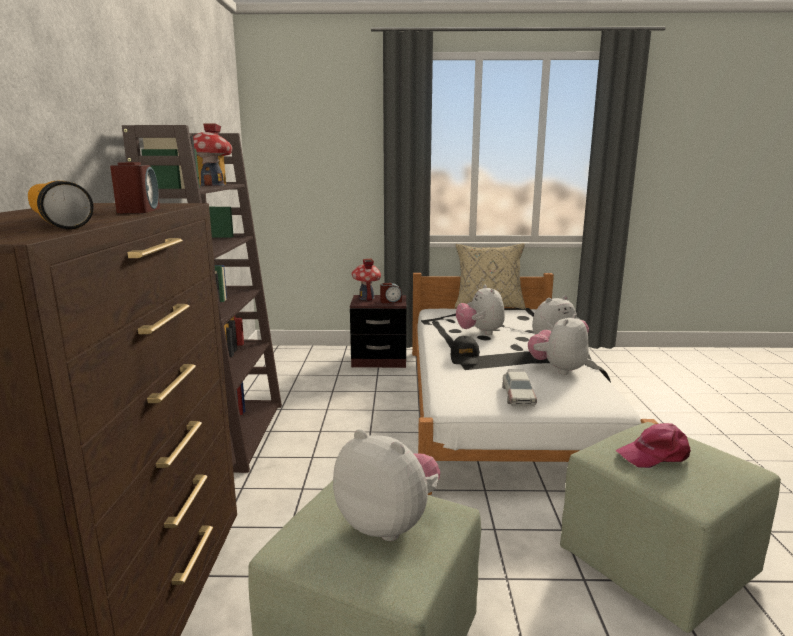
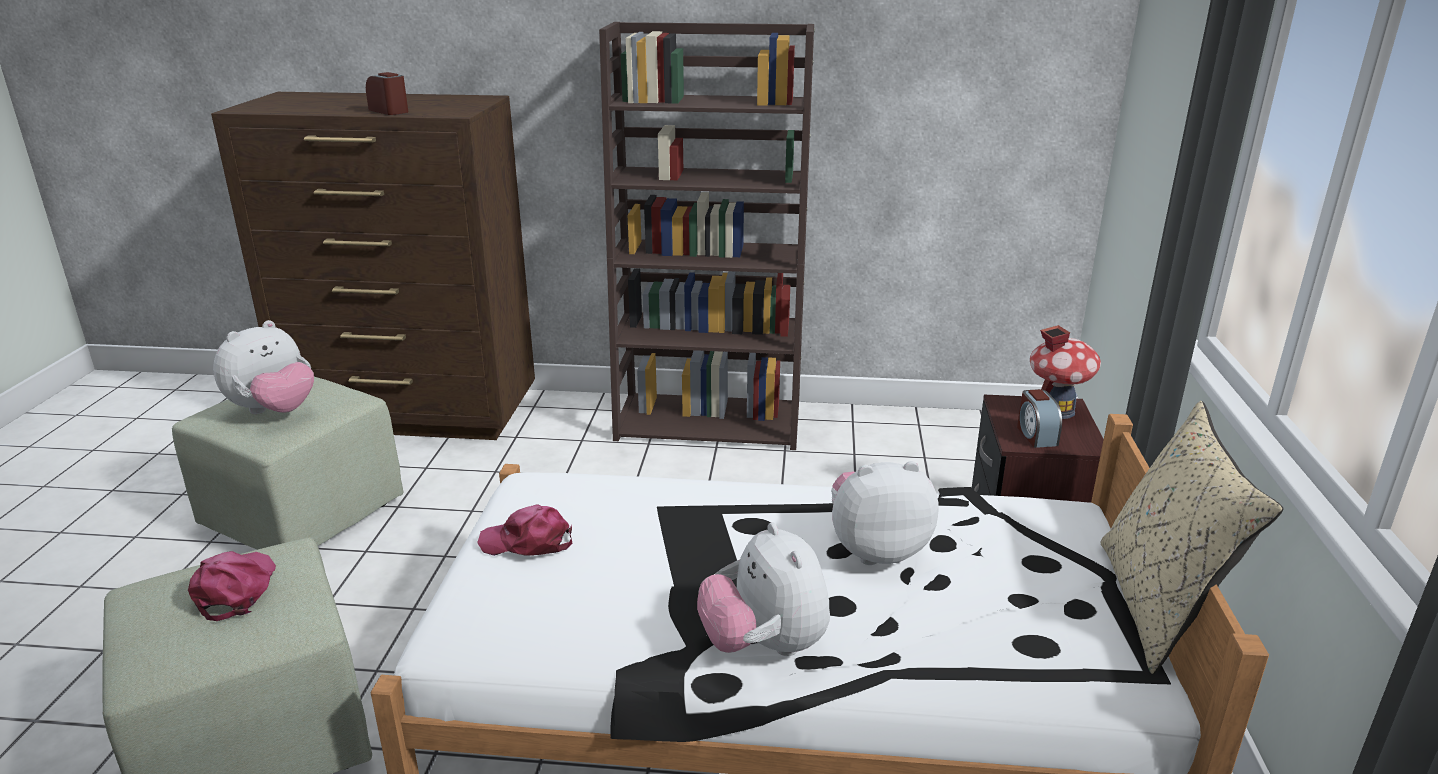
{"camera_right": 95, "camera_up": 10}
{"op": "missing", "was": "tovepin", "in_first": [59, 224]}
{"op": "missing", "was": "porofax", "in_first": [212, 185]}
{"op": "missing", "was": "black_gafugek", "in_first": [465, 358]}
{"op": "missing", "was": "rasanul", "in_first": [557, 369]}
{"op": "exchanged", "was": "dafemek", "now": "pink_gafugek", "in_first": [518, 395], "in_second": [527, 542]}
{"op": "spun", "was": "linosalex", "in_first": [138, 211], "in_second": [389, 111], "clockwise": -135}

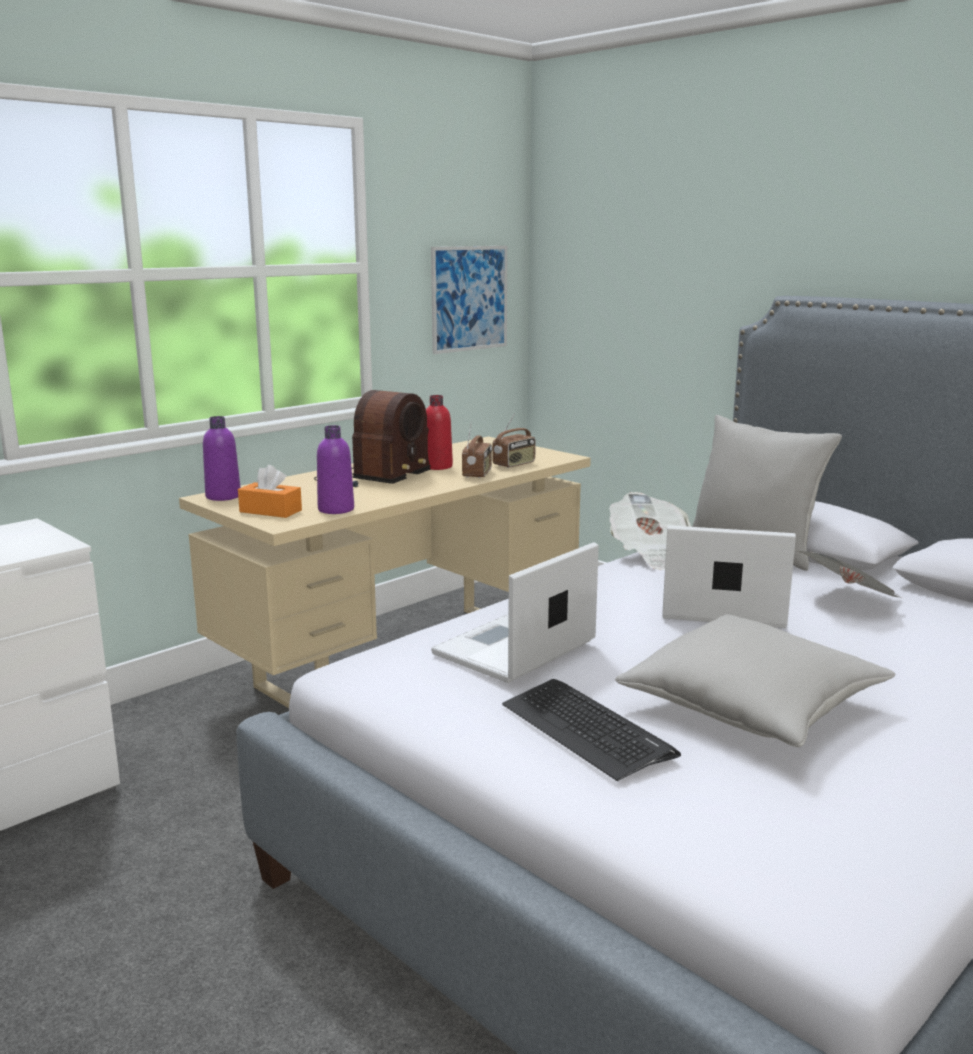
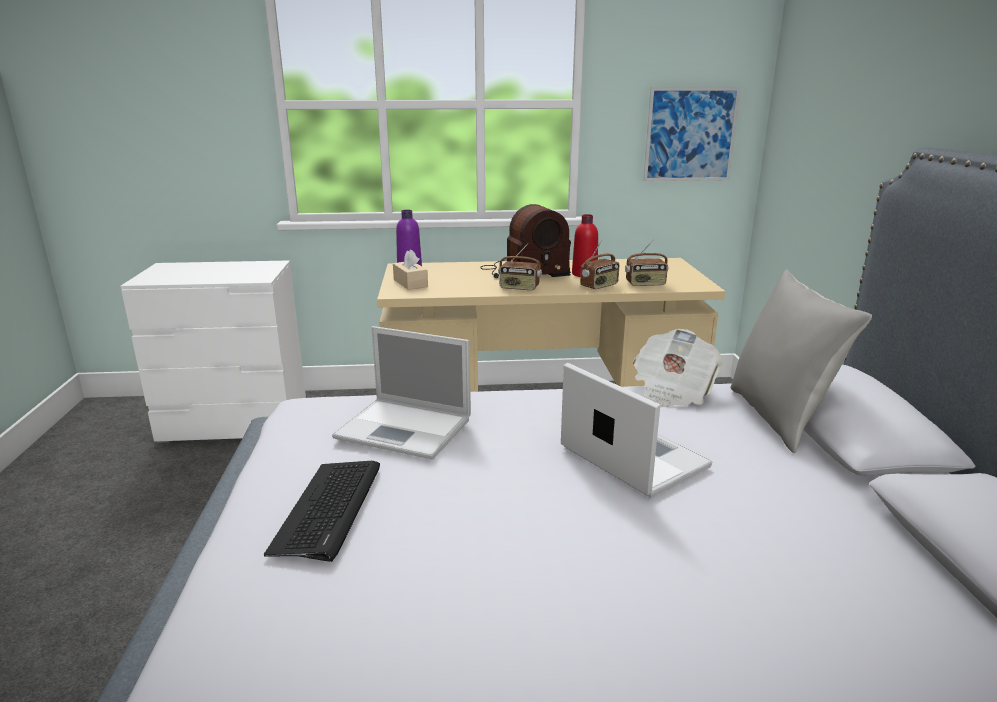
{"camera_right": 40, "camera_up": 5}
{"op": "missing", "was": "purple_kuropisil", "in_first": [336, 509]}
{"op": "missing", "was": "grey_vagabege", "in_first": [752, 708]}
{"op": "missing", "was": "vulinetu", "in_first": [850, 601]}
{"op": "appeared", "now": "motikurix", "in_second": [519, 288]}
{"op": "colour", "was": "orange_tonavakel", "now": "beige_tonavakel", "in_first": [270, 511], "in_second": [410, 283]}
{"op": "spun", "was": "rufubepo", "in_first": [513, 649], "in_second": [406, 428], "clockwise": -150}

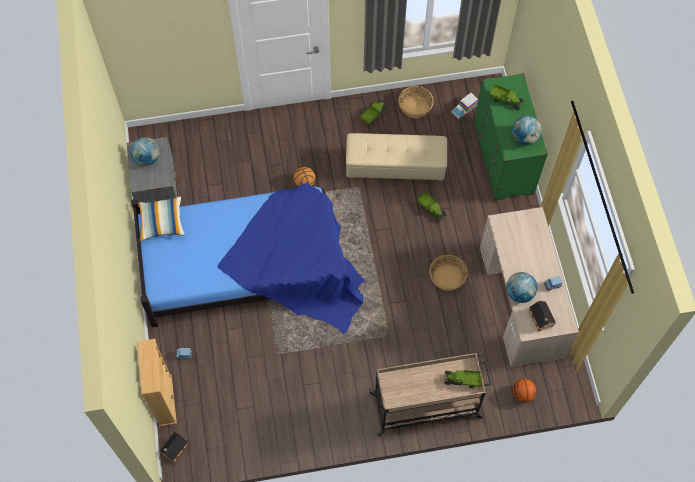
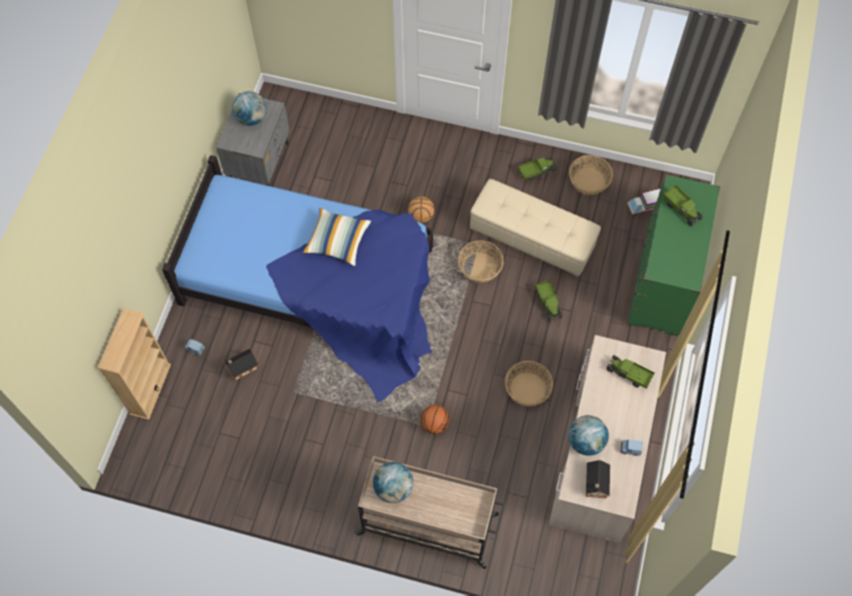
{"camera_right": 25, "camera_up": 0}
{"op": "appeared", "now": "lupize", "in_second": [479, 267]}
{"op": "relocated", "was": "vagabege", "in_first": [161, 222], "in_second": [337, 241]}
{"op": "relocated", "was": "porofax", "in_first": [174, 450], "in_second": [241, 368]}
{"op": "relocated", "was": "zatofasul", "in_first": [462, 380], "in_second": [628, 374]}
{"op": "relocated", "was": "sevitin", "in_first": [524, 138], "in_second": [393, 488]}
{"op": "relocated", "was": "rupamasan", "in_first": [523, 394], "in_second": [434, 424]}

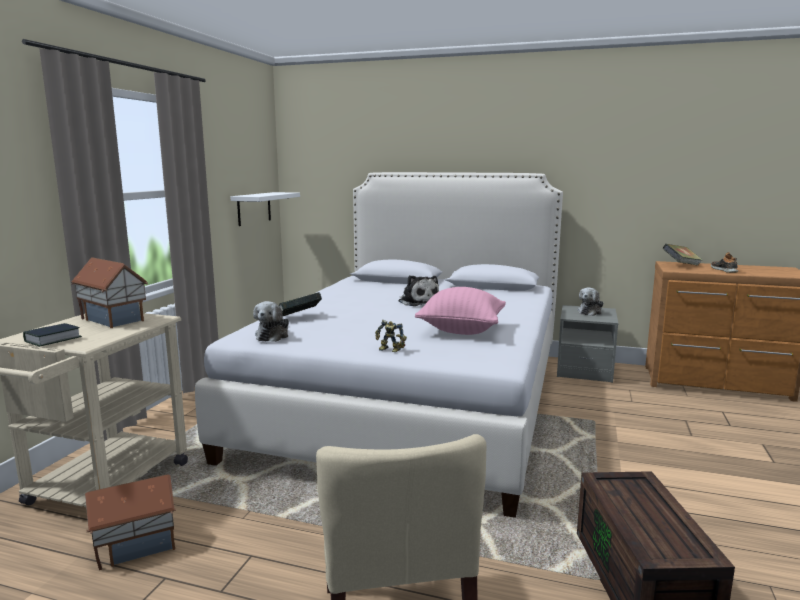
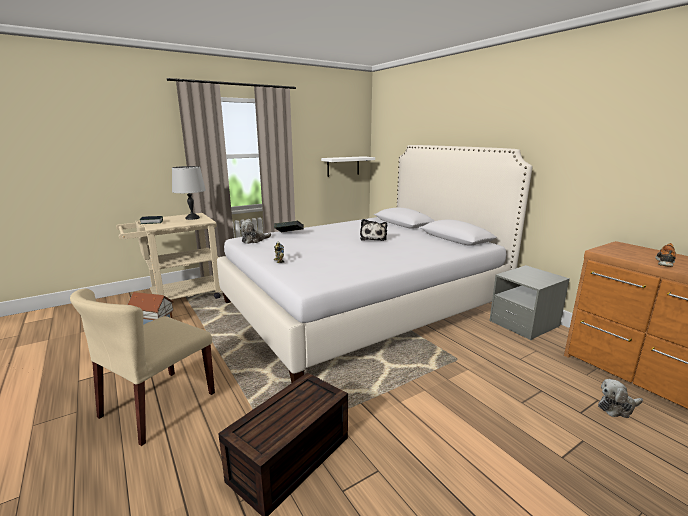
{"camera_right": 40, "camera_up": 5}
{"op": "missing", "was": "pink_vagabege", "in_first": [461, 330]}
{"op": "missing", "was": "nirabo", "in_first": [681, 265]}
{"op": "relocated", "was": "rasanul", "in_first": [590, 312], "in_second": [617, 408]}
{"op": "exchanged", "was": "porofax", "now": "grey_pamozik", "in_first": [114, 319], "in_second": [192, 218]}

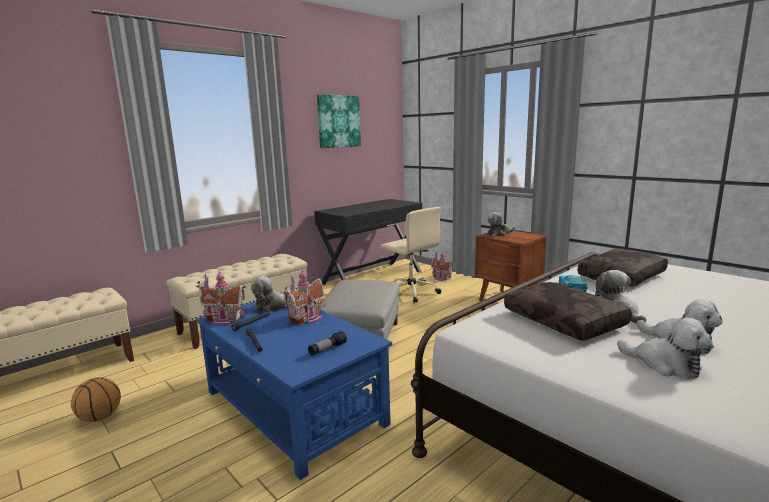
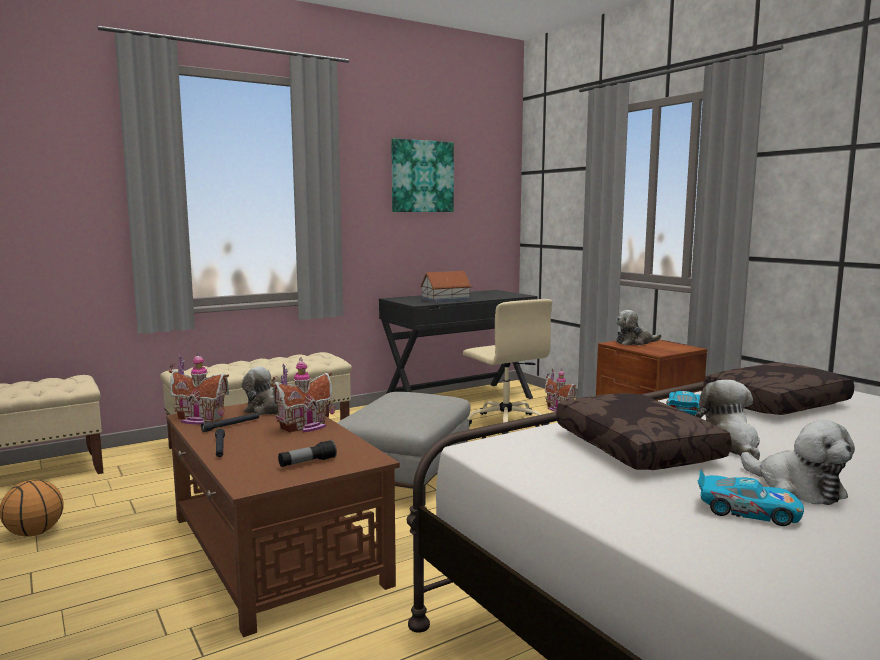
{"camera_right": 10, "camera_up": -5}
{"op": "appeared", "now": "porofax", "in_second": [445, 299]}
{"op": "exchanged", "was": "rasanul", "now": "dafemek", "in_first": [665, 364], "in_second": [748, 511]}
{"op": "colour", "was": "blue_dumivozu", "now": "brown_dumivozu", "in_first": [293, 408], "in_second": [275, 550]}

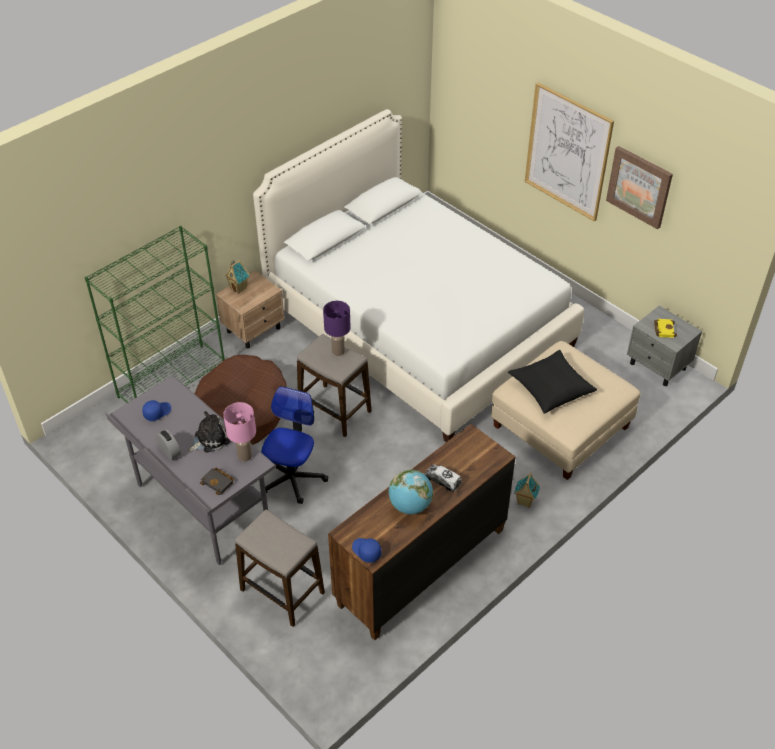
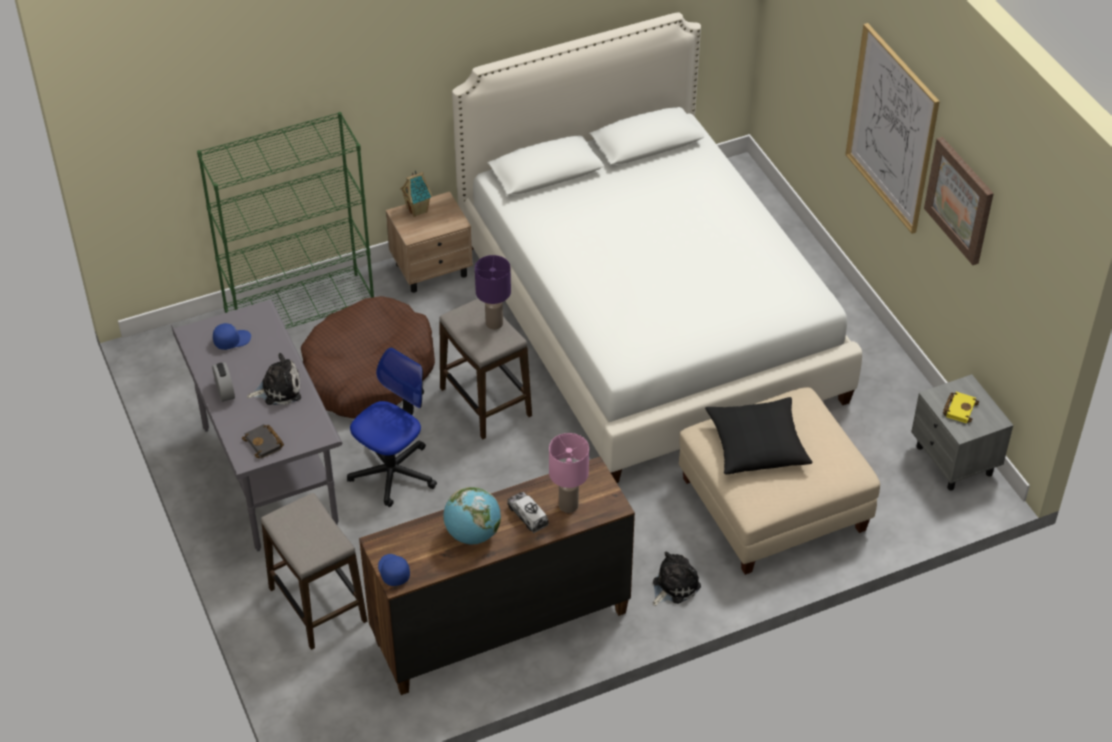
{"camera_right": 20, "camera_up": 0}
{"op": "relocated", "was": "pink_pamozik", "in_first": [244, 456], "in_second": [567, 505]}
{"op": "exchanged", "was": "porofax", "now": "rasanul", "in_first": [524, 502], "in_second": [673, 586]}

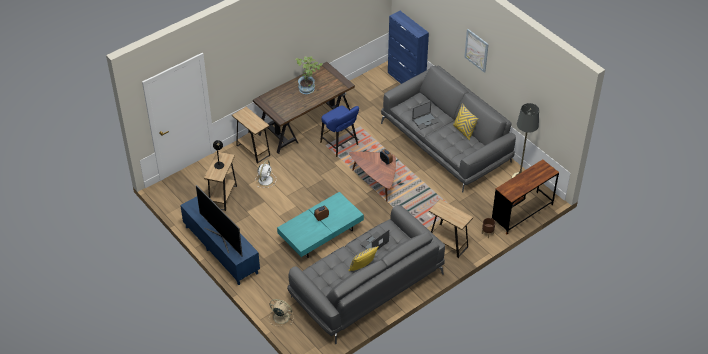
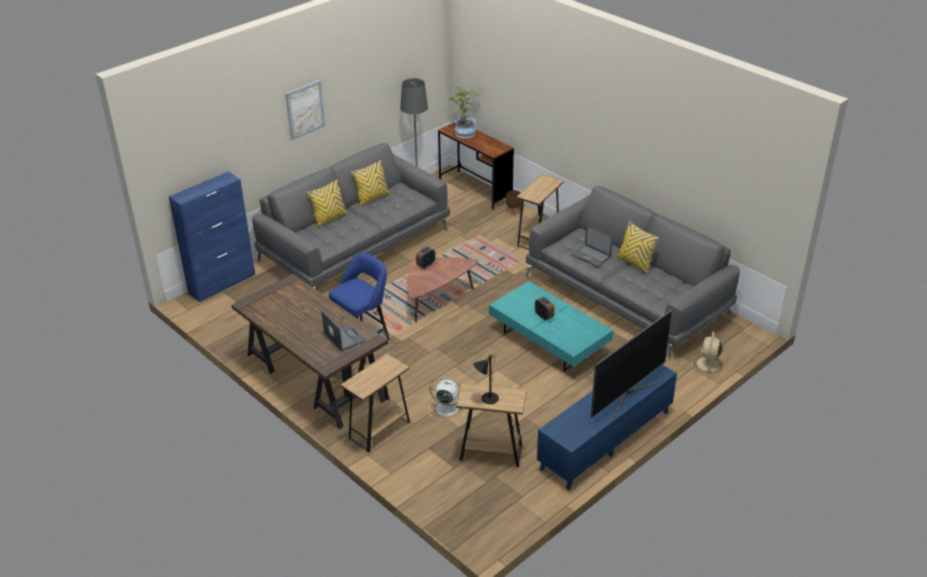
{"camera_right": -95, "camera_up": -10}
{"op": "appeared", "now": "yellow_vagabege", "in_second": [329, 219]}
{"op": "relocated", "was": "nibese", "in_first": [309, 88], "in_second": [463, 132]}
{"op": "relocated", "was": "rufubepo", "in_first": [425, 121], "in_second": [343, 337]}

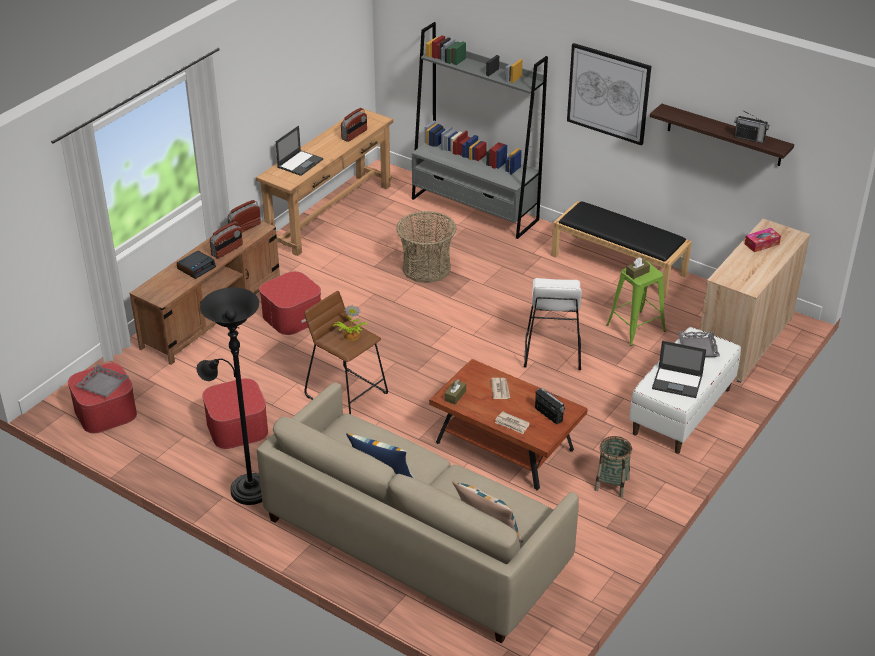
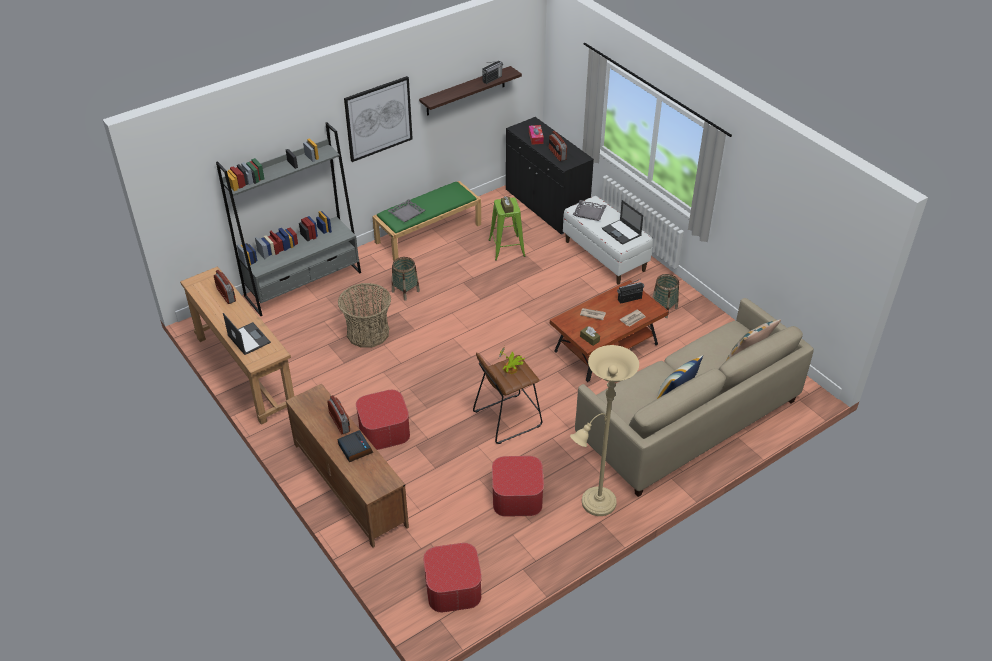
{"camera_right": -70, "camera_up": 5}
{"op": "missing", "was": "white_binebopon", "in_first": [552, 351]}
{"op": "appeared", "now": "lupize", "in_second": [405, 291]}
{"op": "relocated", "was": "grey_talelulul", "in_first": [103, 384], "in_second": [406, 213]}
{"op": "relocated", "was": "motikurix", "in_first": [245, 228], "in_second": [557, 154]}
{"op": "colour", "was": "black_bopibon", "now": "beige_bopibon", "in_first": [246, 488], "in_second": [595, 504]}
{"op": "colour", "was": "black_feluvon", "now": "green_feluvon", "in_first": [619, 265], "in_second": [428, 233]}
{"op": "colour", "was": "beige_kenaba", "now": "black_kenaba", "in_first": [744, 341], "in_second": [546, 206]}
{"op": "spun", "was": "rufubepo", "in_first": [677, 382], "in_second": [622, 232], "clockwise": 105}

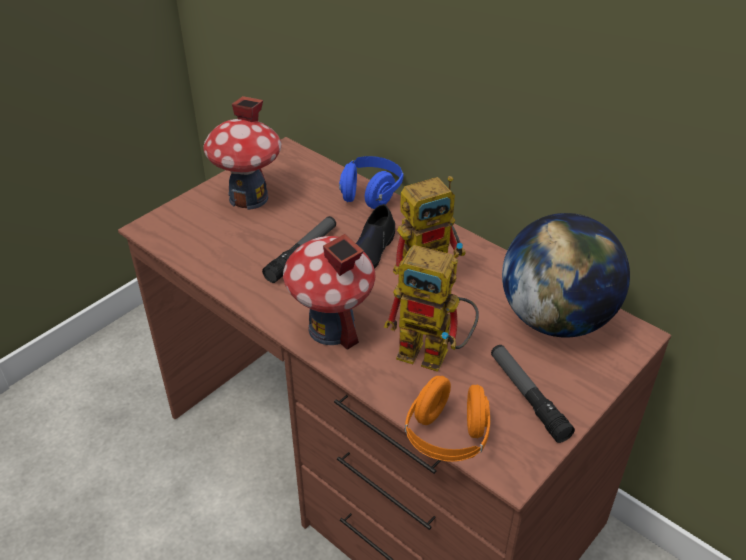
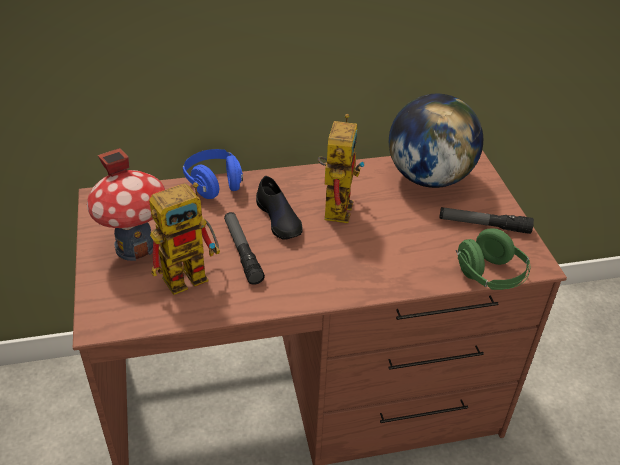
{"camera_right": -55, "camera_up": 0}
{"op": "missing", "was": "porofax", "in_first": [331, 328]}
{"op": "relocated", "was": "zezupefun", "in_first": [434, 354], "in_second": [192, 273]}
{"op": "colour", "was": "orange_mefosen", "now": "green_mefosen", "in_first": [447, 437], "in_second": [490, 276]}

